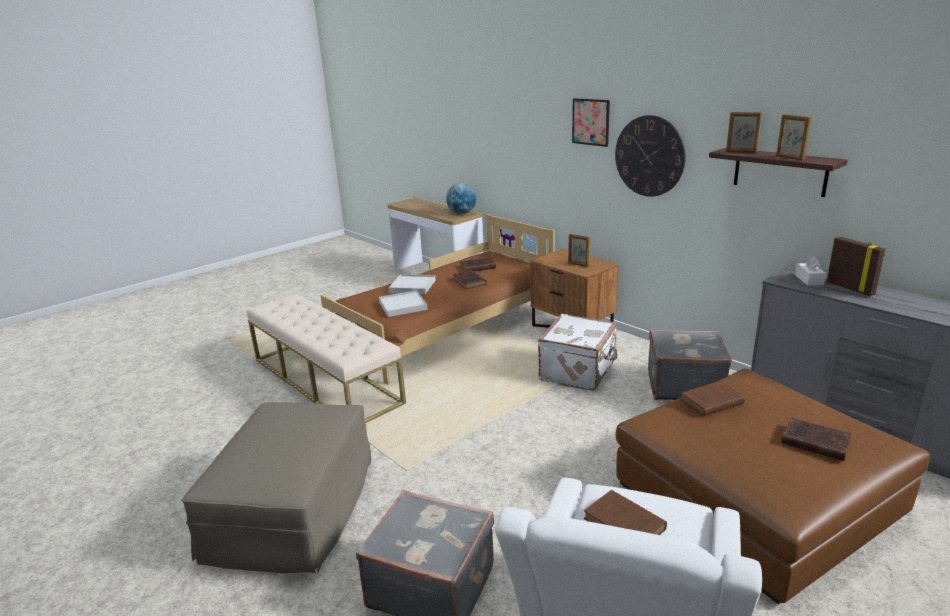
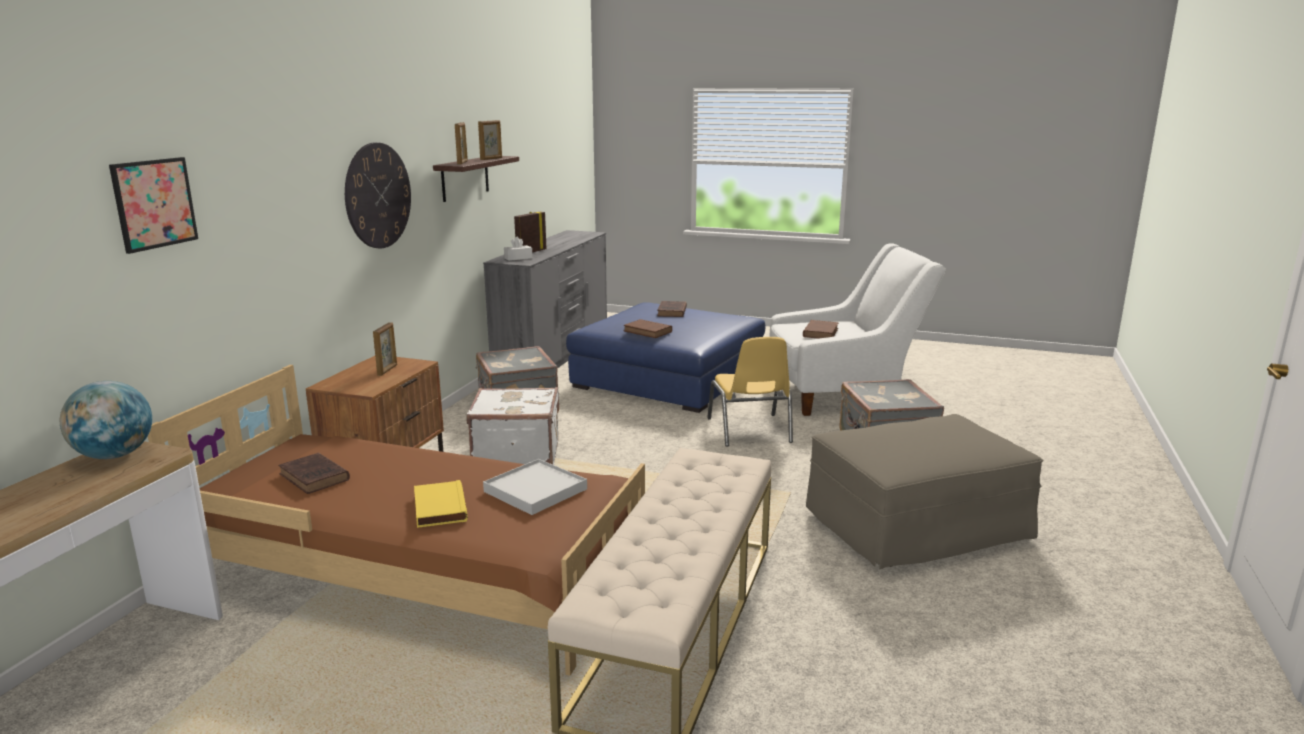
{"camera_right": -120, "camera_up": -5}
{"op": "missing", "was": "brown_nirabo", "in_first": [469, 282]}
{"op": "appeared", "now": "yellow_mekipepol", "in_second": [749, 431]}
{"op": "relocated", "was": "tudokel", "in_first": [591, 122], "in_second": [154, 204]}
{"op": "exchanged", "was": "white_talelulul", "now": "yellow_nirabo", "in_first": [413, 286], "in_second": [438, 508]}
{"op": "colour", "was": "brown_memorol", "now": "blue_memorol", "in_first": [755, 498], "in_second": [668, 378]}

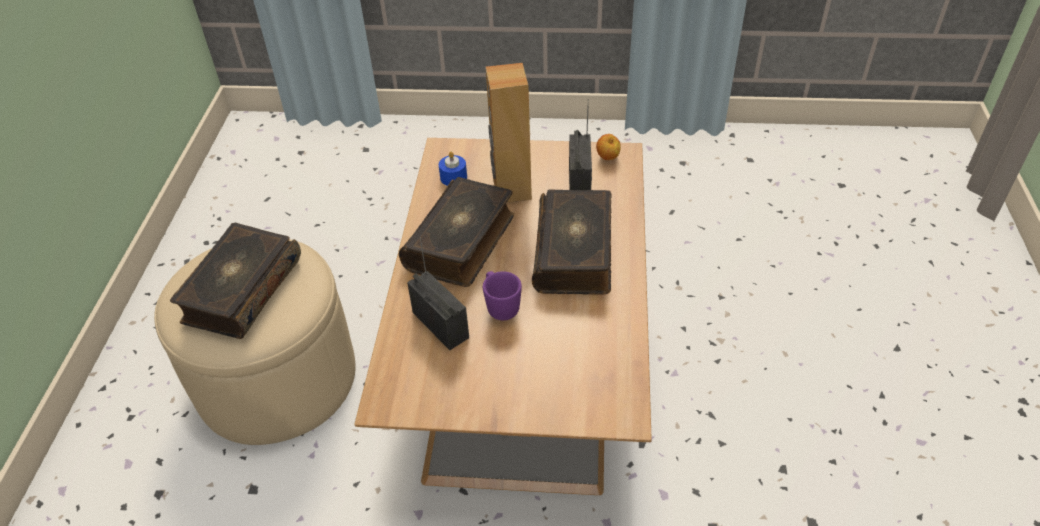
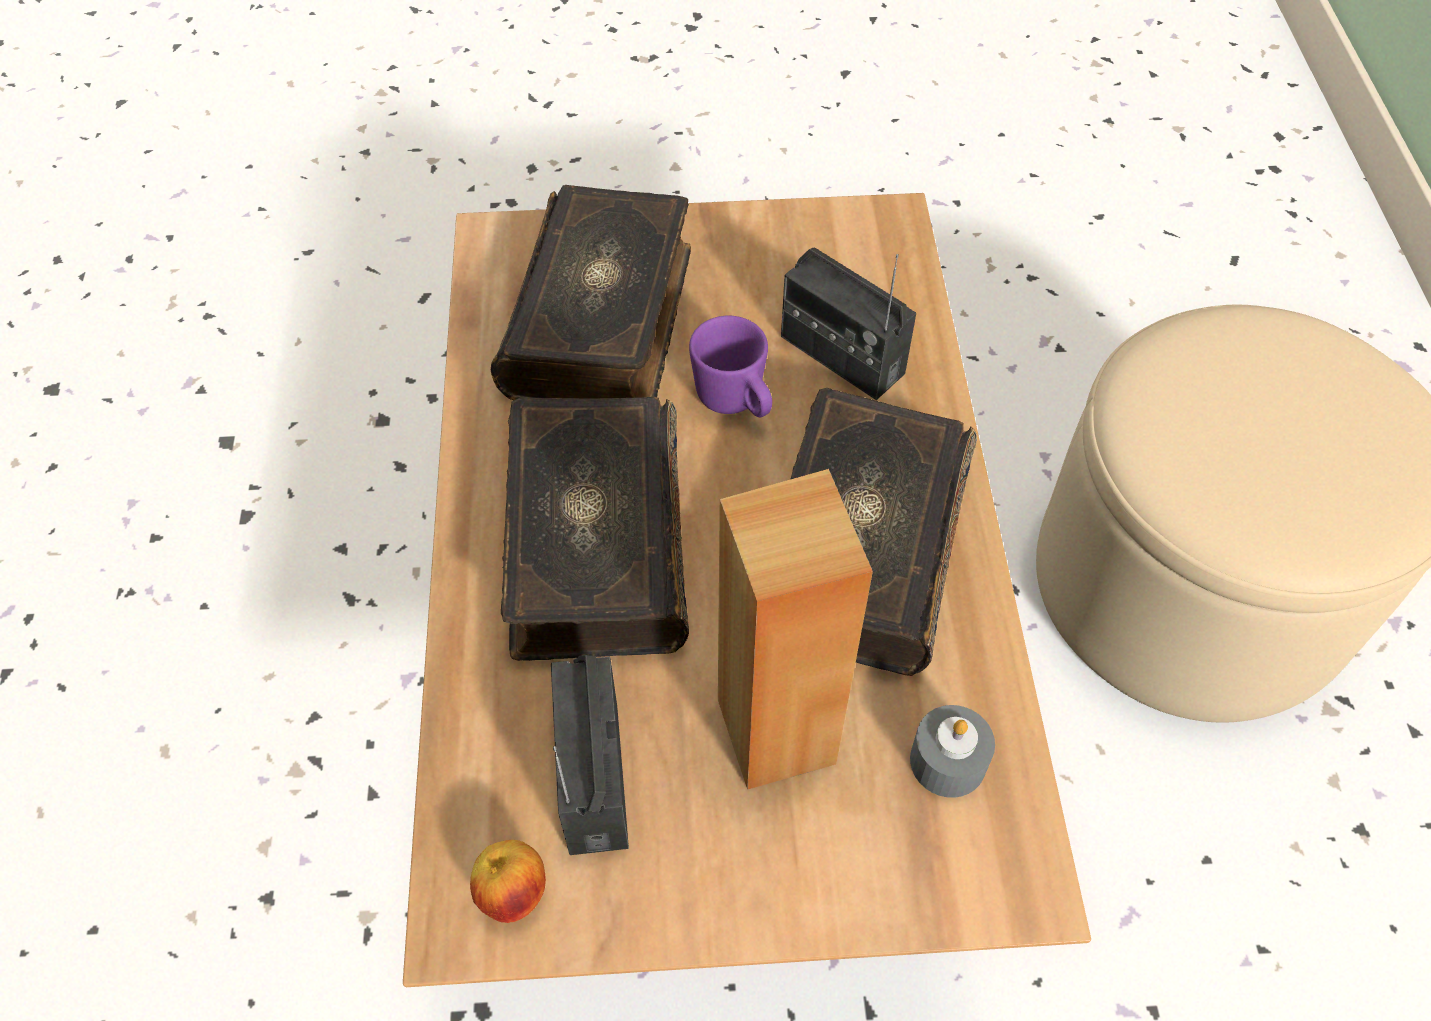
{"camera_right": 170, "camera_up": 10}
{"op": "relocated", "was": "nirabo", "in_first": [241, 290], "in_second": [603, 320]}
{"op": "colour", "was": "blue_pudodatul", "now": "grey_pudodatul", "in_first": [453, 177], "in_second": [948, 761]}

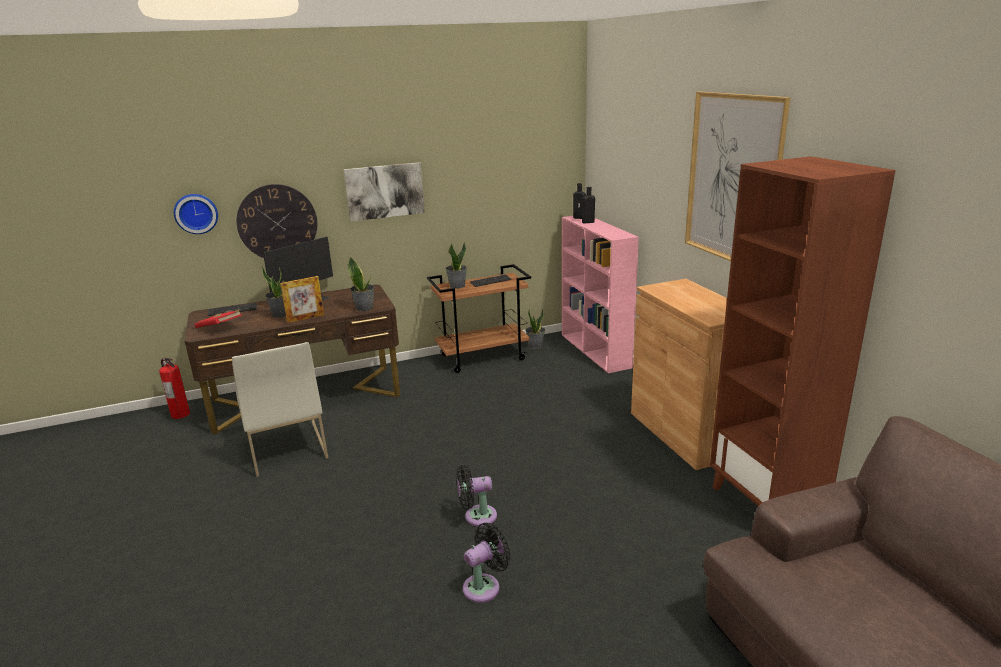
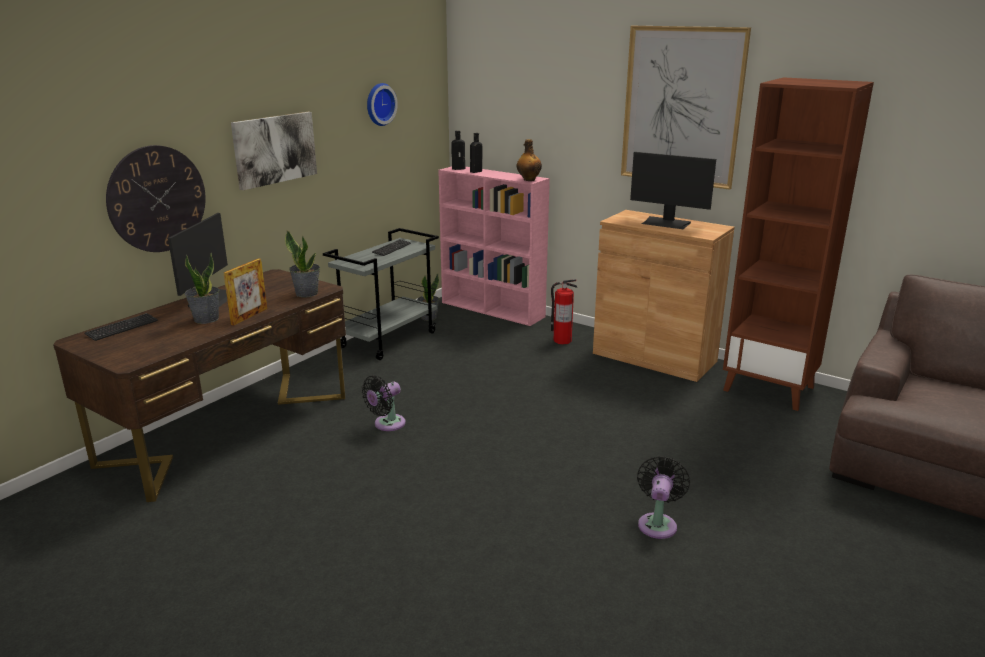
{"camera_right": -35, "camera_up": 0}
{"op": "missing", "was": "red_nirabo", "in_first": [220, 327]}
{"op": "missing", "was": "white_mekipepol", "in_first": [286, 448]}
{"op": "missing", "was": "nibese", "in_first": [457, 286]}
{"op": "appeared", "now": "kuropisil", "in_second": [528, 180]}
{"op": "appeared", "now": "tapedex", "in_second": [666, 223]}
{"op": "relocated", "was": "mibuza", "in_first": [180, 414], "in_second": [562, 340]}
{"op": "relocated", "was": "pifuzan", "in_first": [196, 213], "in_second": [379, 104]}
{"op": "relocated", "was": "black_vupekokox", "in_first": [477, 516], "in_second": [387, 424]}
{"op": "colour", "was": "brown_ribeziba", "now": "grey_ribeziba", "in_first": [483, 357], "in_second": [388, 339]}

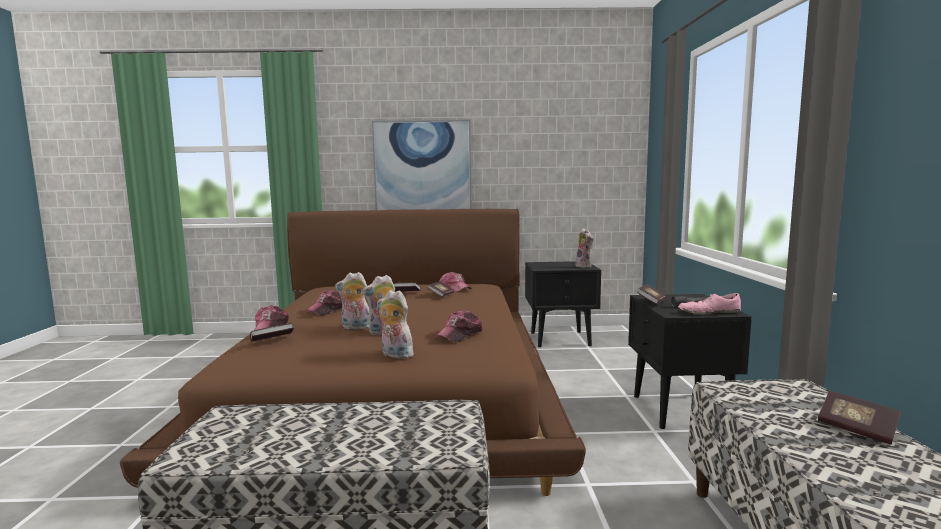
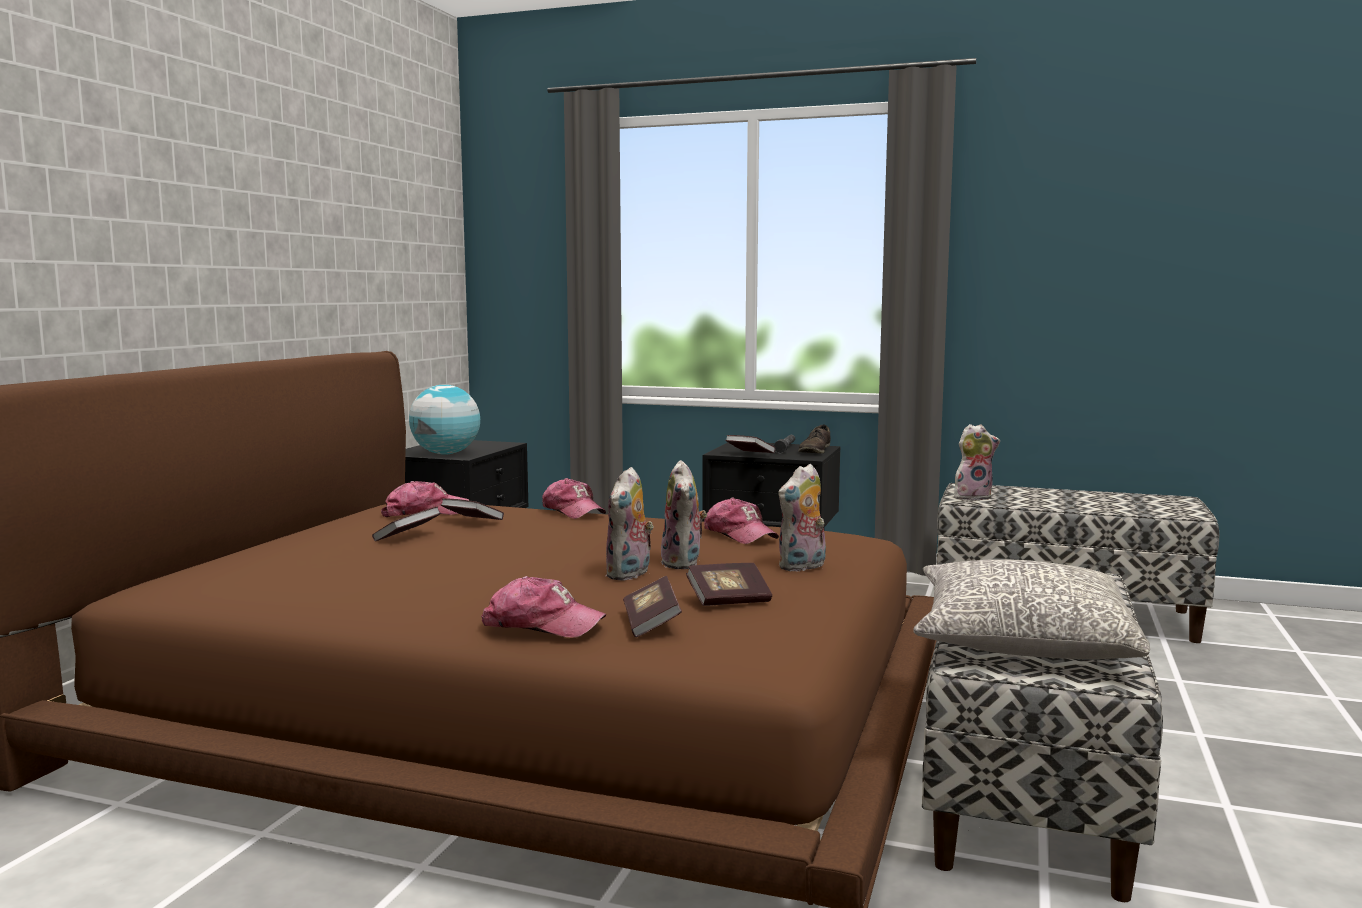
{"camera_right": -70, "camera_up": 0}
{"op": "missing", "was": "tudokel", "in_first": [422, 170]}
{"op": "appeared", "now": "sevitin", "in_second": [446, 454]}
{"op": "appeared", "now": "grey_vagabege", "in_second": [1020, 640]}
{"op": "relocated", "was": "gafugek", "in_first": [329, 310], "in_second": [573, 511]}
{"op": "relocated", "was": "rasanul", "in_first": [585, 266], "in_second": [973, 497]}
{"op": "relocated", "was": "nirabo", "in_first": [856, 429], "in_second": [729, 601]}
{"op": "colour", "was": "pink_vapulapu", "now": "brown_vapulapu", "in_first": [708, 312], "in_second": [815, 450]}

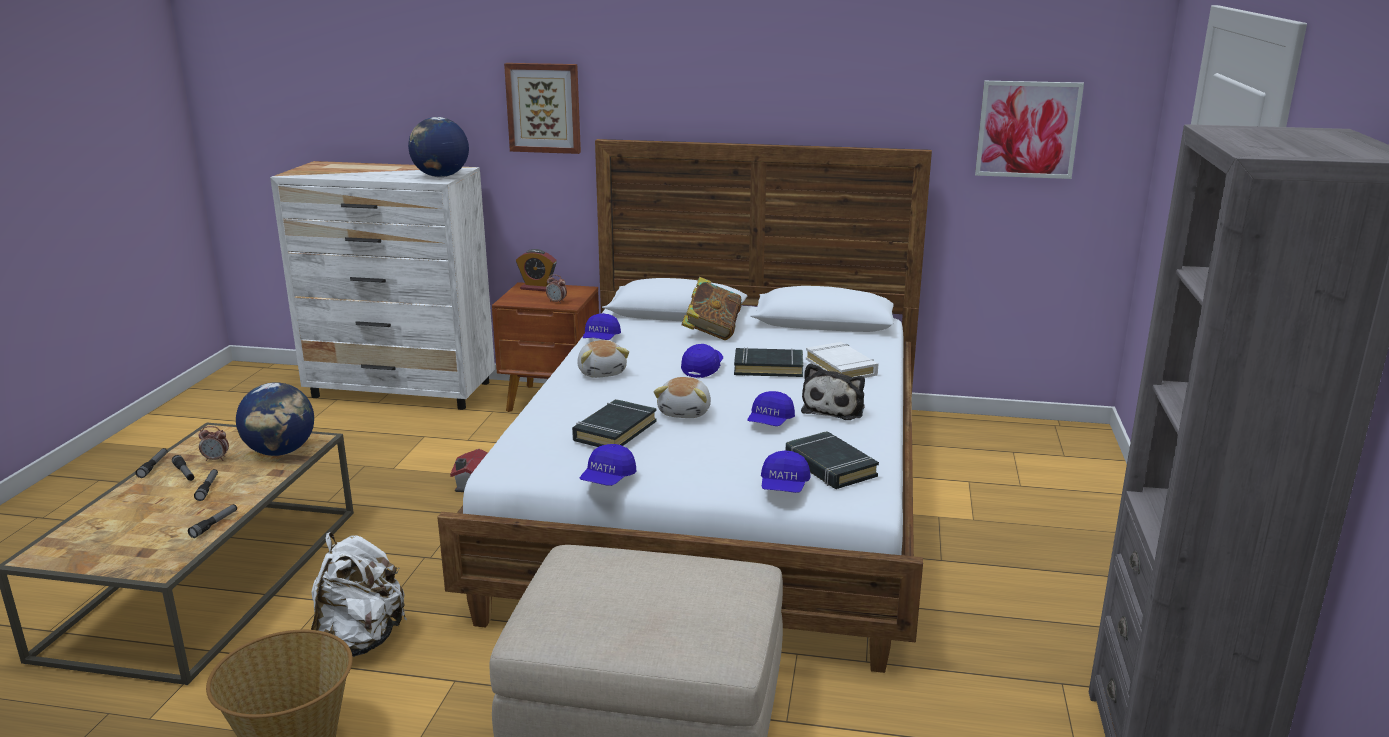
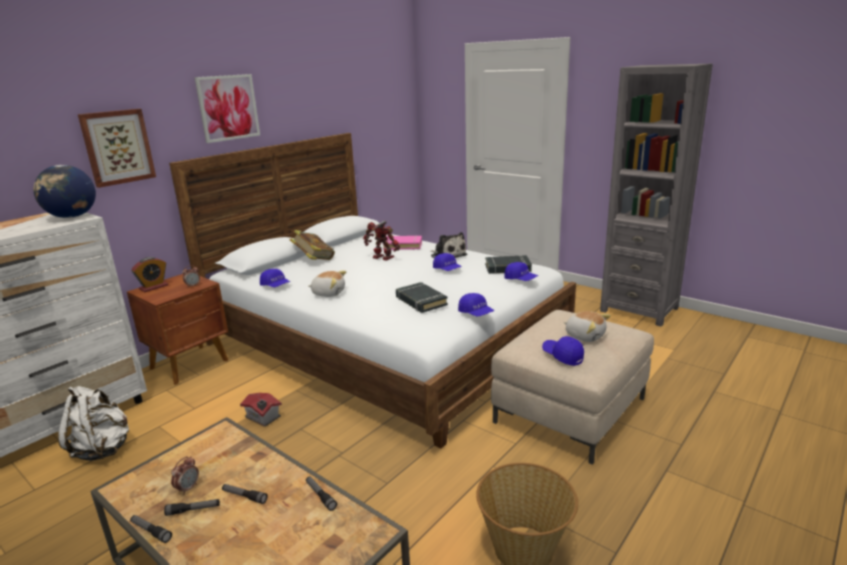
{"camera_right": -60, "camera_up": 0}
{"op": "missing", "was": "sevitin", "in_first": [281, 452]}
{"op": "relocated", "was": "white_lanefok", "in_first": [359, 642], "in_second": [103, 449]}
{"op": "relocated", "was": "rasanul", "in_first": [685, 412], "in_second": [585, 336]}
{"op": "relocated", "was": "blue_gafugek", "in_first": [703, 368], "in_second": [562, 356]}
{"op": "relocated", "was": "tudokel", "in_first": [1027, 129], "in_second": [228, 107]}
{"op": "exchanged", "was": "black_nirabo", "now": "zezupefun", "in_first": [768, 368], "in_second": [382, 258]}
{"op": "colour", "was": "white_nirabo", "now": "pink_nirabo", "in_first": [841, 367], "in_second": [402, 245]}

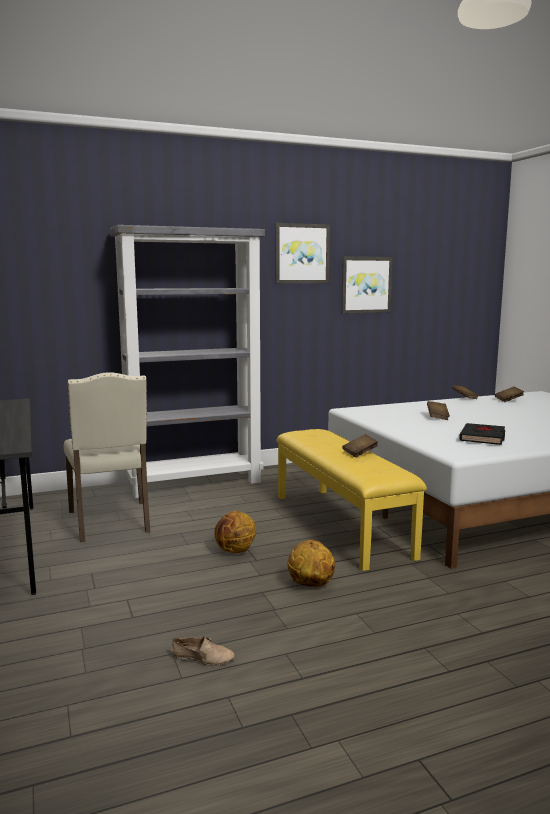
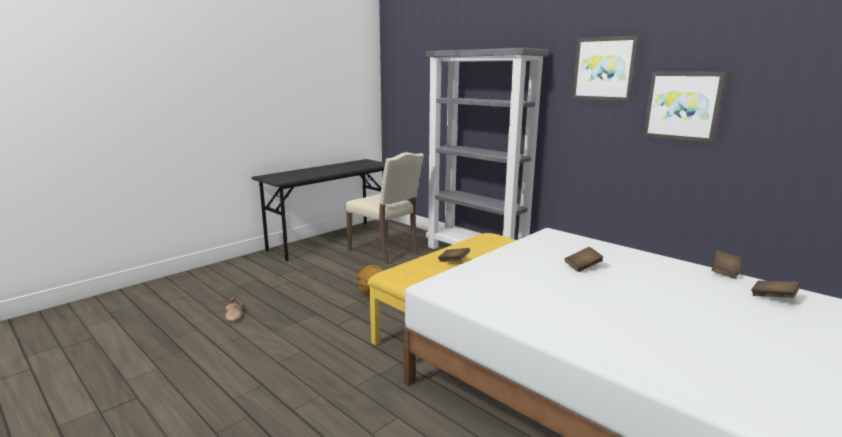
{"camera_right": 65, "camera_up": 5}
{"op": "missing", "was": "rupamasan", "in_first": [310, 584]}
{"op": "missing", "was": "black_nirabo", "in_first": [483, 438]}
{"op": "spun", "was": "beige_mekipepol", "in_first": [111, 522], "in_second": [385, 251], "clockwise": -90}

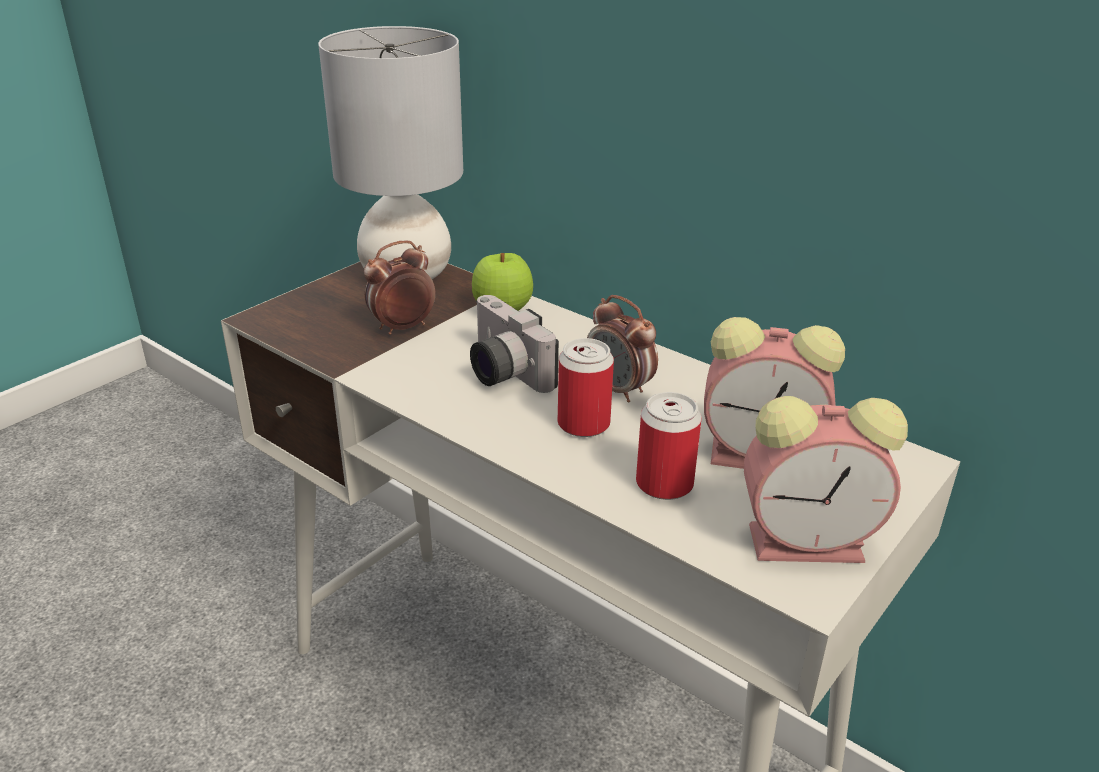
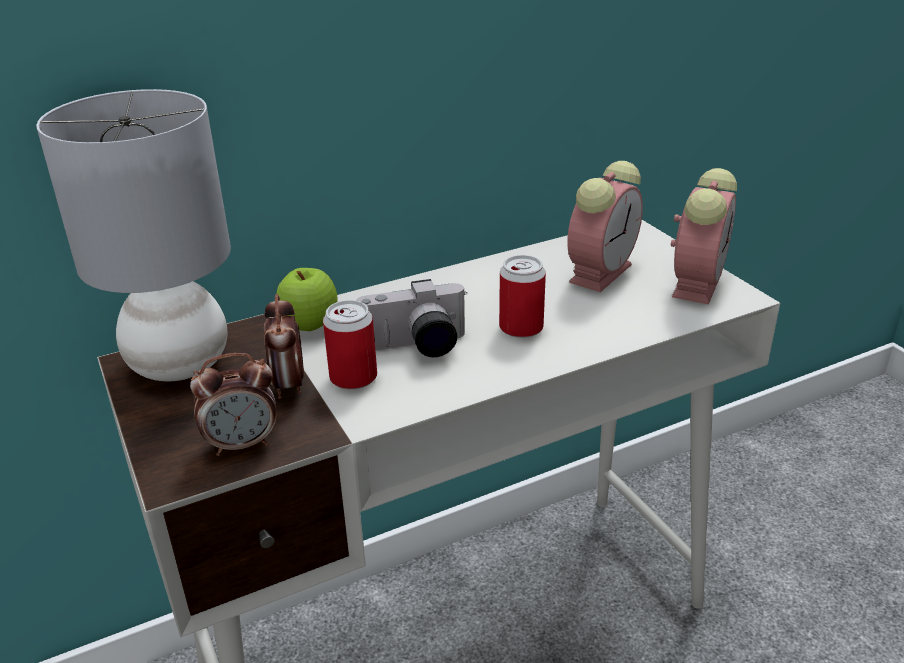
{"camera_right": -65, "camera_up": 0}
{"op": "relocated", "was": "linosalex", "in_first": [619, 390], "in_second": [242, 444]}
{"op": "relocated", "was": "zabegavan", "in_first": [664, 484], "in_second": [353, 377]}

